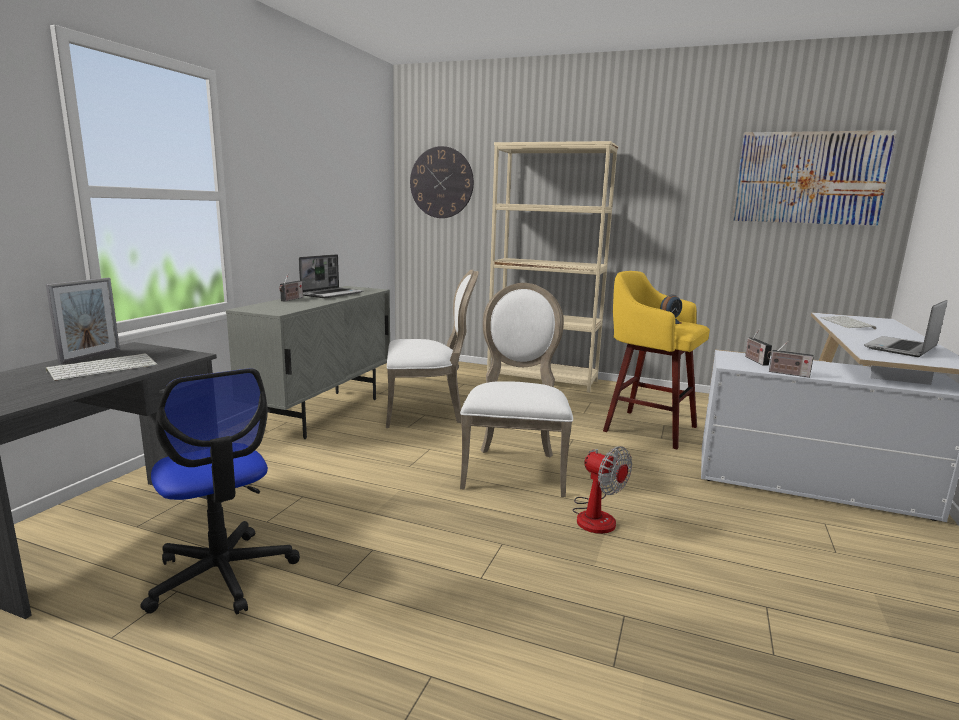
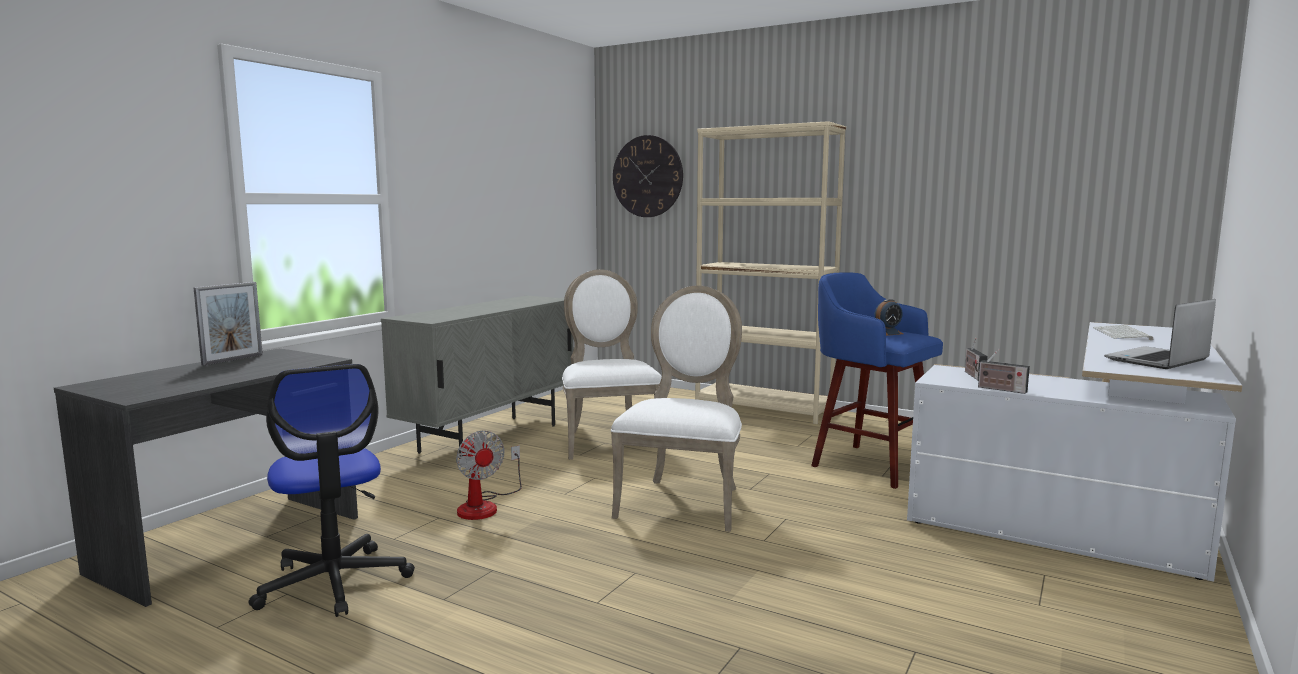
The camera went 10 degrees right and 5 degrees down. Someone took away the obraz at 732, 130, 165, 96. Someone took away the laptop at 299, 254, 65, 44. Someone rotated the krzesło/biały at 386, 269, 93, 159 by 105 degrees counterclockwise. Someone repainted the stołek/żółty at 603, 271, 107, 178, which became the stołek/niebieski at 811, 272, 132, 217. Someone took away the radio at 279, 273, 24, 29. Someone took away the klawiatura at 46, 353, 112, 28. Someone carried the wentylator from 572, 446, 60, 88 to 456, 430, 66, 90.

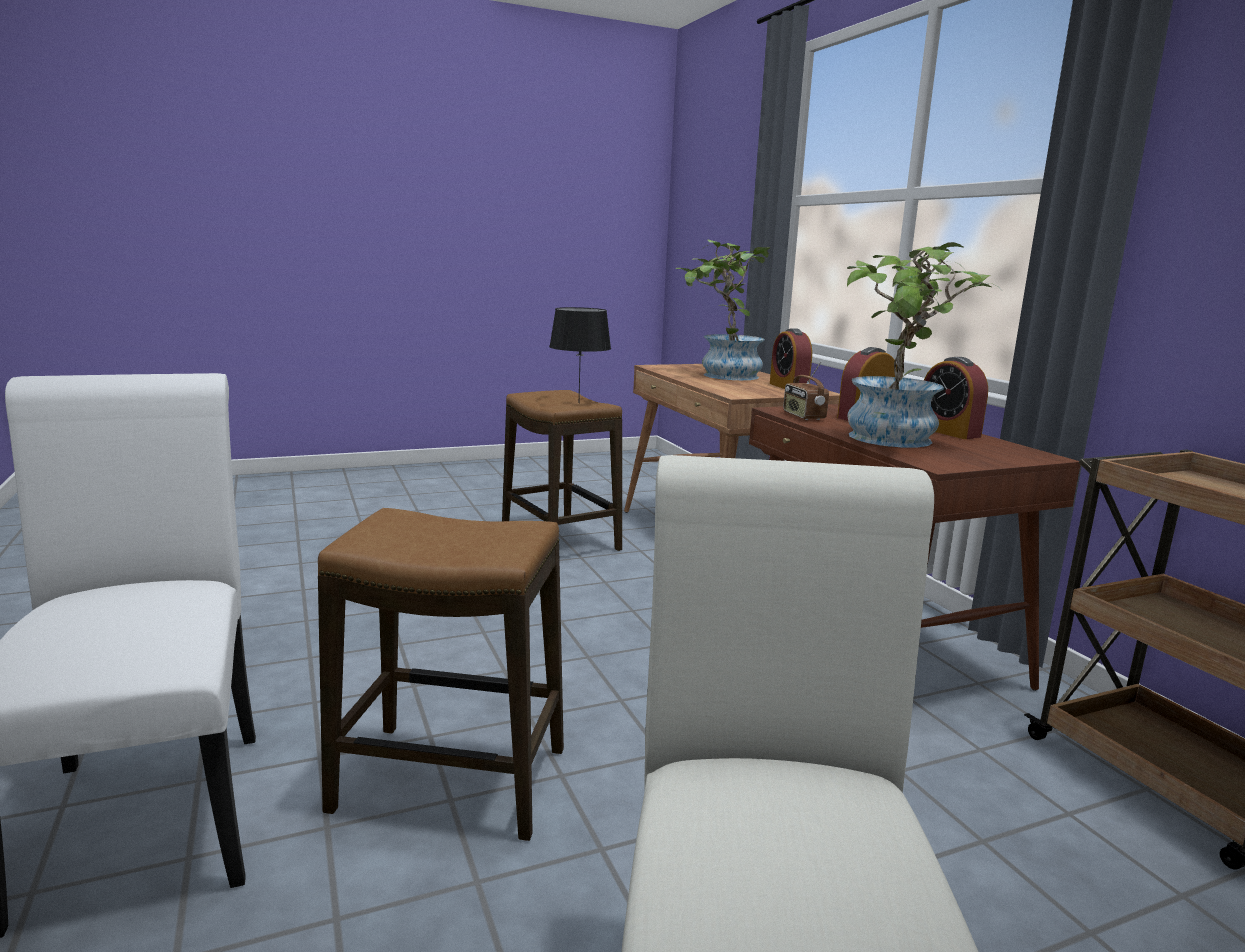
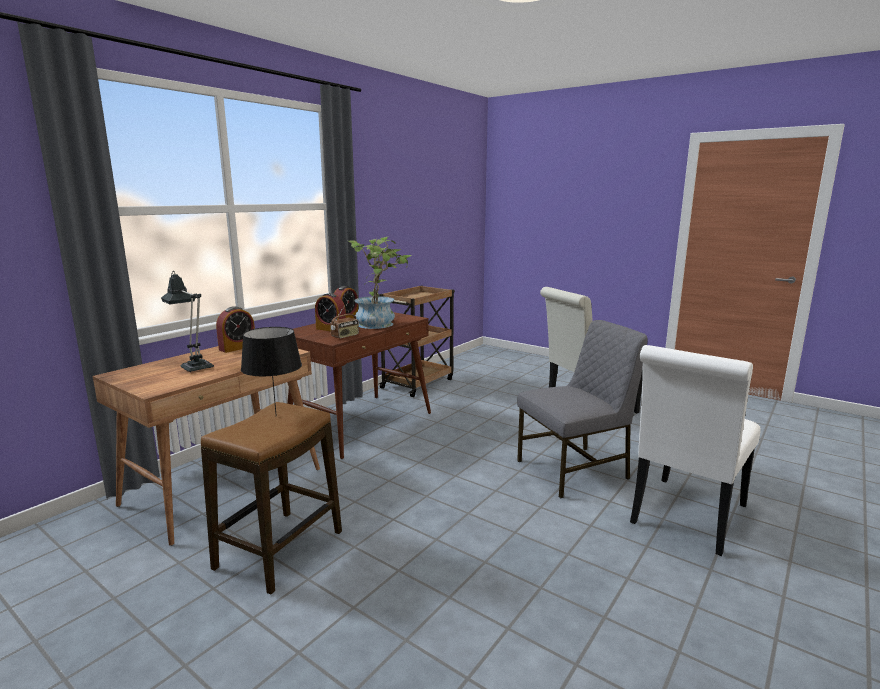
The camera went 120 degrees left and 0 degrees up. Someone swapped the roślina doniczkowa at 676, 240, 95, 140 for the lampa stołowa at 161, 271, 53, 101. Someone swapped the stołek at 318, 508, 246, 333 for the krzesło/szary at 517, 320, 131, 179.

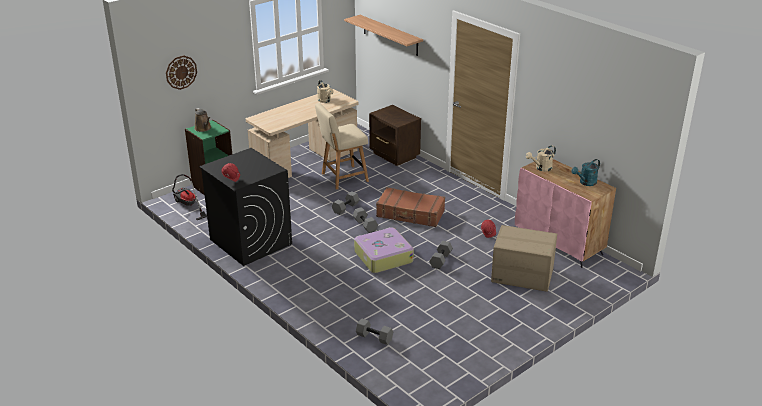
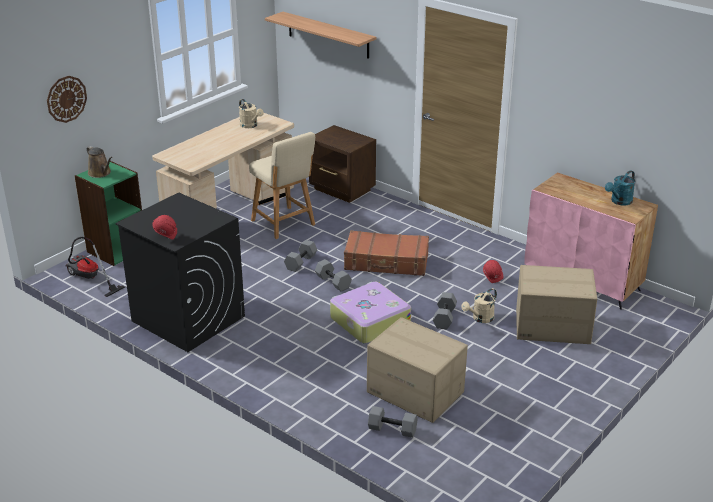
The camera went 10 degrees left and 0 degrees up. Someone rotated the krzesło/beżowy at 315, 103, 54, 87 by 90 degrees counterclockwise. Someone carried the konewka/beżowy from 526, 145, 30, 26 to 461, 288, 36, 35. Someone put down the karton at 367, 317, 101, 106.

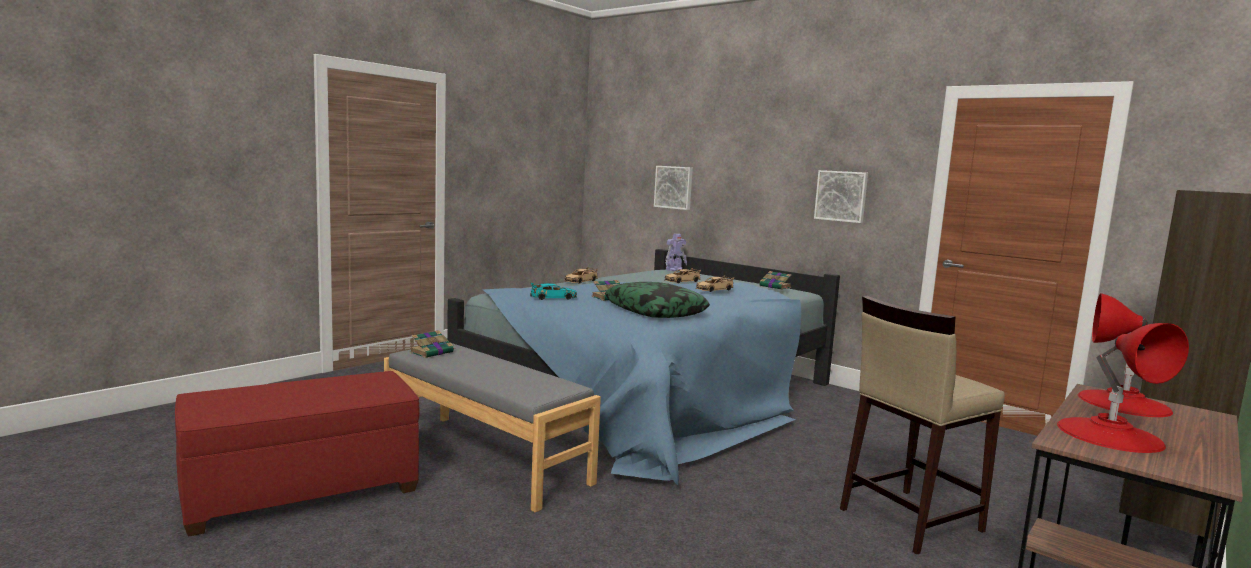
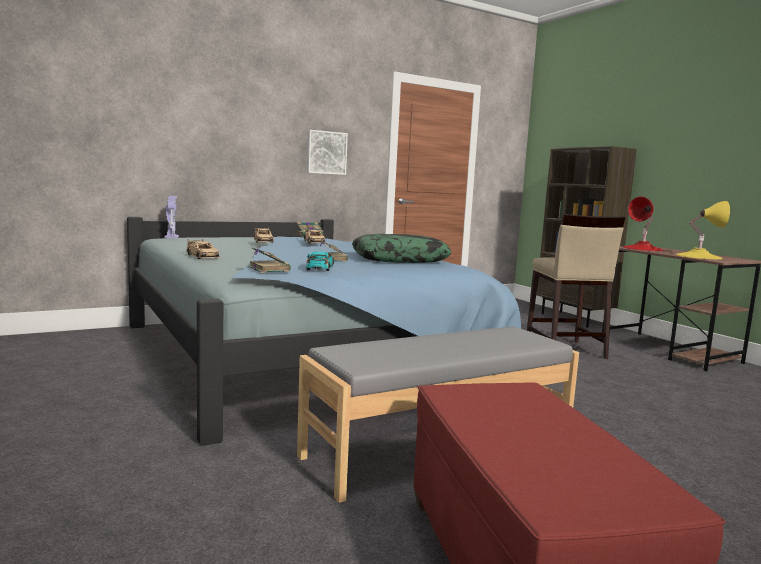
The camera went 70 degrees left and 0 degrees up. Someone took away the obraz at 654, 166, 39, 44. Someone repainted the lampa stołowa/czerwony at 1057, 323, 132, 130, which became the lampa stołowa/żółty at 676, 201, 54, 58. Someone carried the książka from 409, 330, 47, 28 to 248, 247, 43, 26.

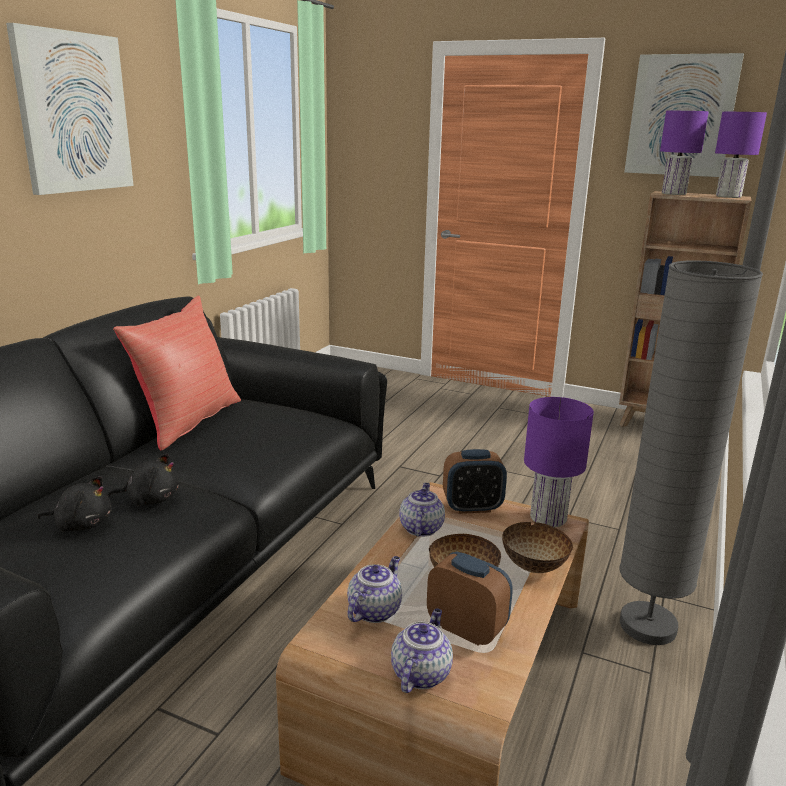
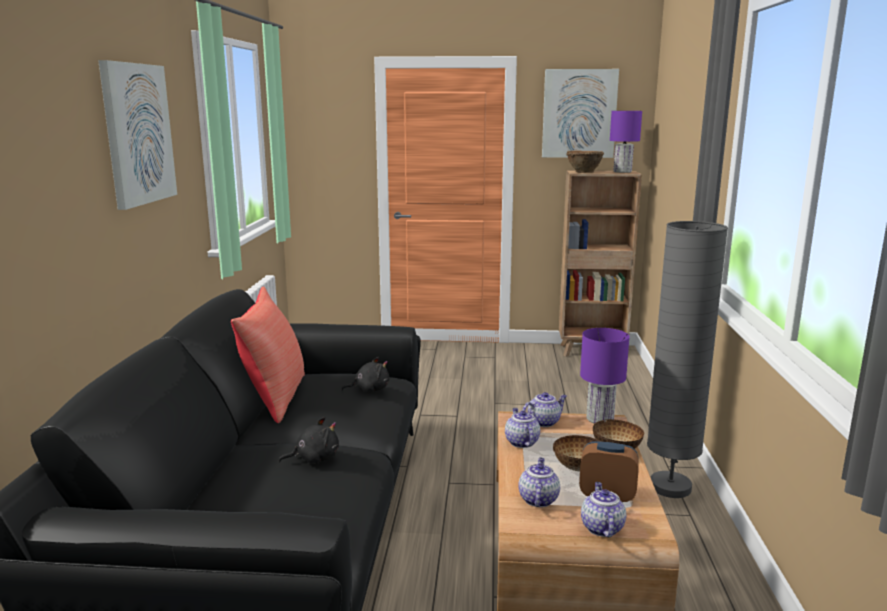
The camera went 20 degrees left and 5 degrees down. Someone swapped the lampa stołowa/fioletowy at 660, 111, 49, 84 for the miska/brązowy at 566, 150, 38, 23. Someone swapped the budzik at 443, 449, 64, 65 for the imbryk at 522, 392, 45, 35. Someone carried the pluszak/czarny from 37, 476, 75, 56 to 341, 357, 48, 35.

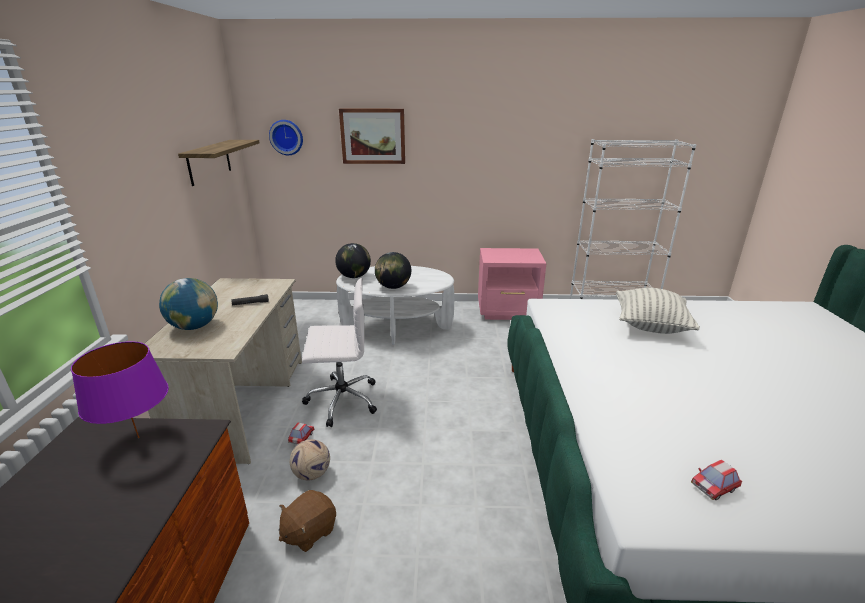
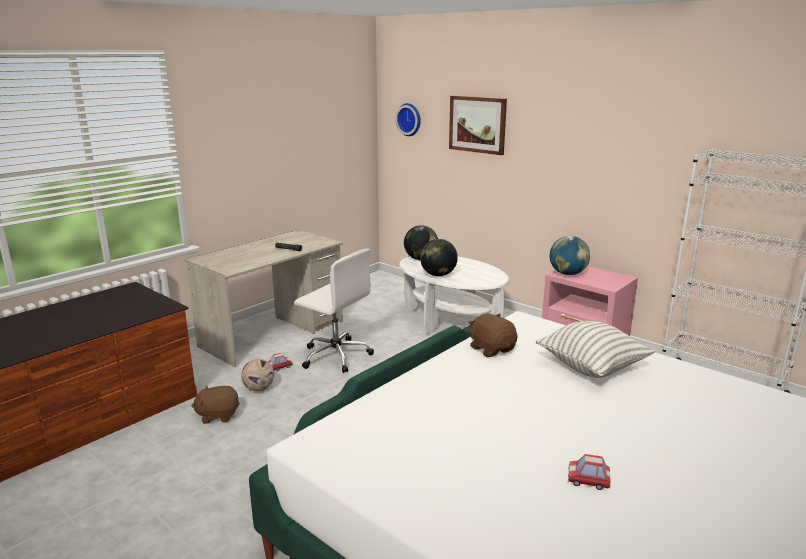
The camera went 40 degrees right and 5 degrees down. Someone took away the półka at 178, 140, 81, 46. Someone carried the globus from 159, 278, 59, 52 to 550, 236, 40, 39. Someone took away the lampa stołowa/fioletowy at 71, 341, 98, 97. Someone carried the samochodzik from 691, 460, 51, 40 to 568, 454, 43, 36. Someone put down the pluszak/brązowy at 468, 313, 50, 44.

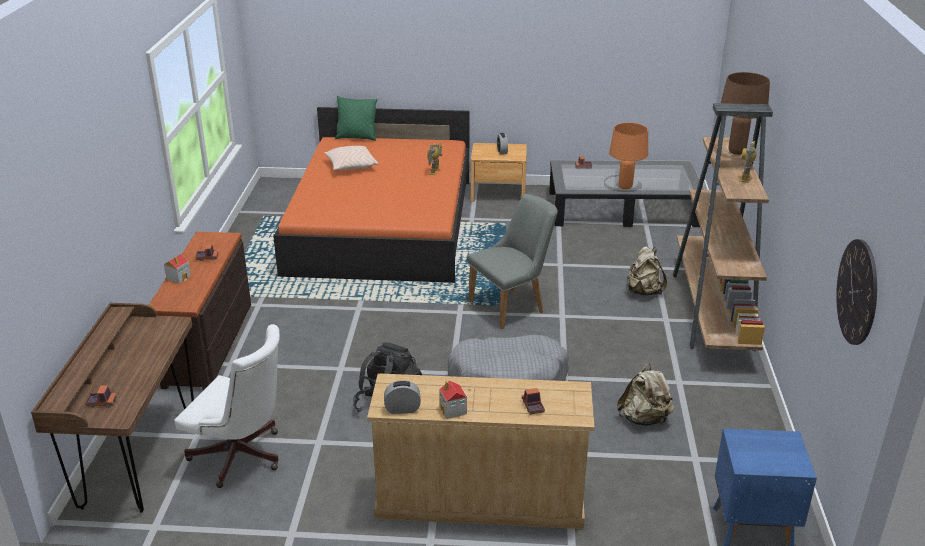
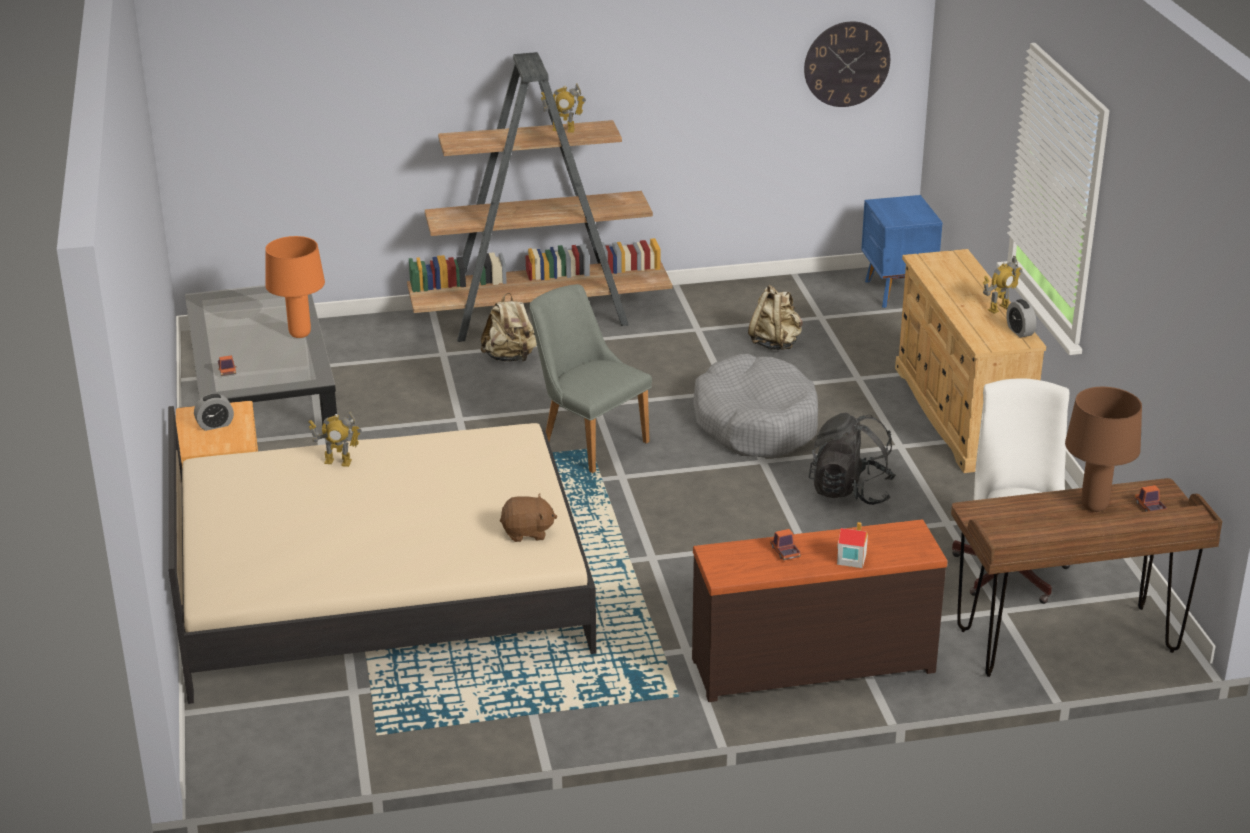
The camera went 105 degrees left and 0 degrees up. Someone carried the lampa stołowa/brązowy from 721, 72, 49, 83 to 1065, 387, 77, 125. Someone took away the poduszka/zielony at 335, 96, 43, 45. Someone repainted the łóżko/pomarańczowy at 273, 107, 197, 176, which became the łóżko/beżowy at 168, 406, 428, 298. Someone took away the poduszka/beżowy at 324, 146, 54, 24. Someone swapped the domek at 439, 380, 28, 39 for the robot zabawkowy at 983, 255, 39, 59. Someone took away the ciężarówka zabawkowa at 522, 388, 23, 27. Someone put down the pluszak/brązowy at 500, 493, 58, 49.

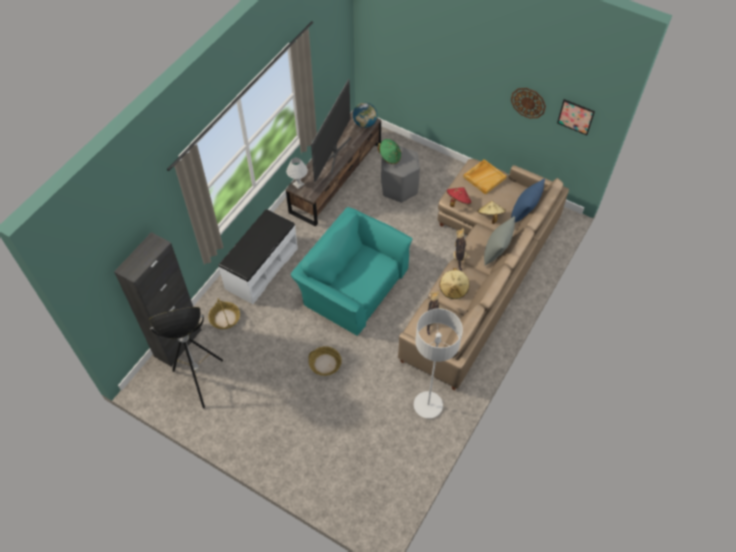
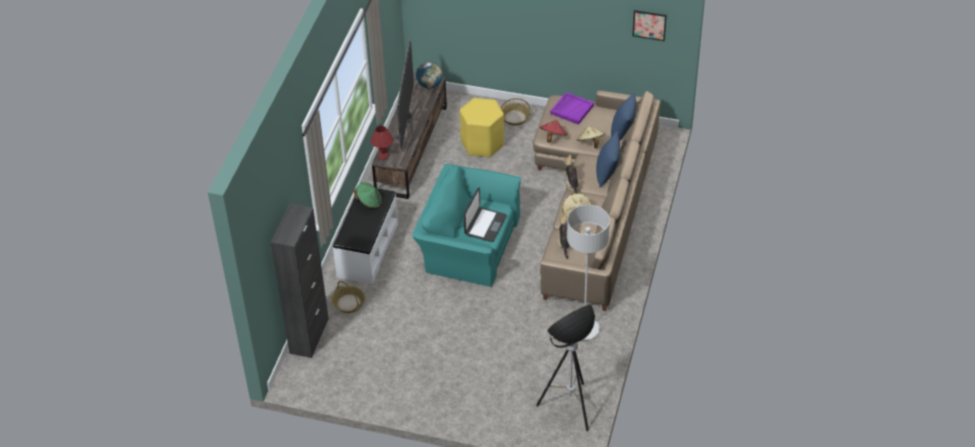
The camera went 15 degrees left and 10 degrees down. Someone took away the zegar ścienny at 511, 88, 35, 30. Someone carried the kapelusz/zielony from 378, 139, 23, 25 to 354, 182, 28, 26. Someone repainted the stołek/szary at 381, 146, 39, 57, which became the stołek/żółty at 460, 98, 44, 60. Someone repainted the lampa stołowa/biały at 286, 158, 22, 31, which became the lampa stołowa/czerwony at 371, 126, 22, 34. Someone repainted the taca/beżowy at 463, 159, 43, 36, which became the taca/fioletowy at 550, 92, 44, 33. Someone repainted the poduszka/szary at 484, 216, 31, 50, which became the poduszka/niebieski at 596, 132, 24, 56. Someone carried the lampa stojąca from 150, 307, 73, 102 to 536, 305, 59, 126. Someone carried the koszyk from 308, 346, 34, 30 to 501, 98, 30, 28. Someone put down the laptop at 464, 187, 43, 55.

